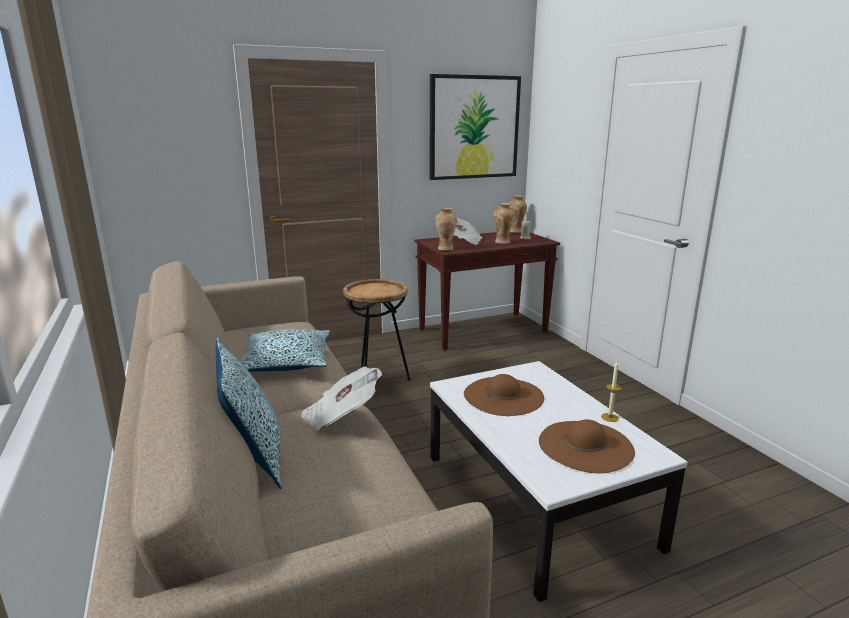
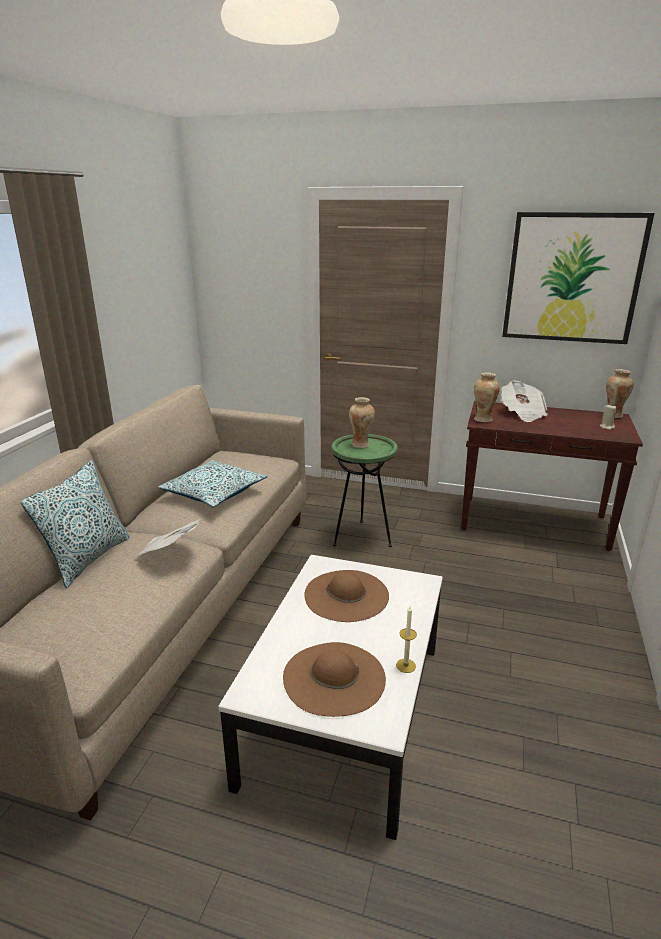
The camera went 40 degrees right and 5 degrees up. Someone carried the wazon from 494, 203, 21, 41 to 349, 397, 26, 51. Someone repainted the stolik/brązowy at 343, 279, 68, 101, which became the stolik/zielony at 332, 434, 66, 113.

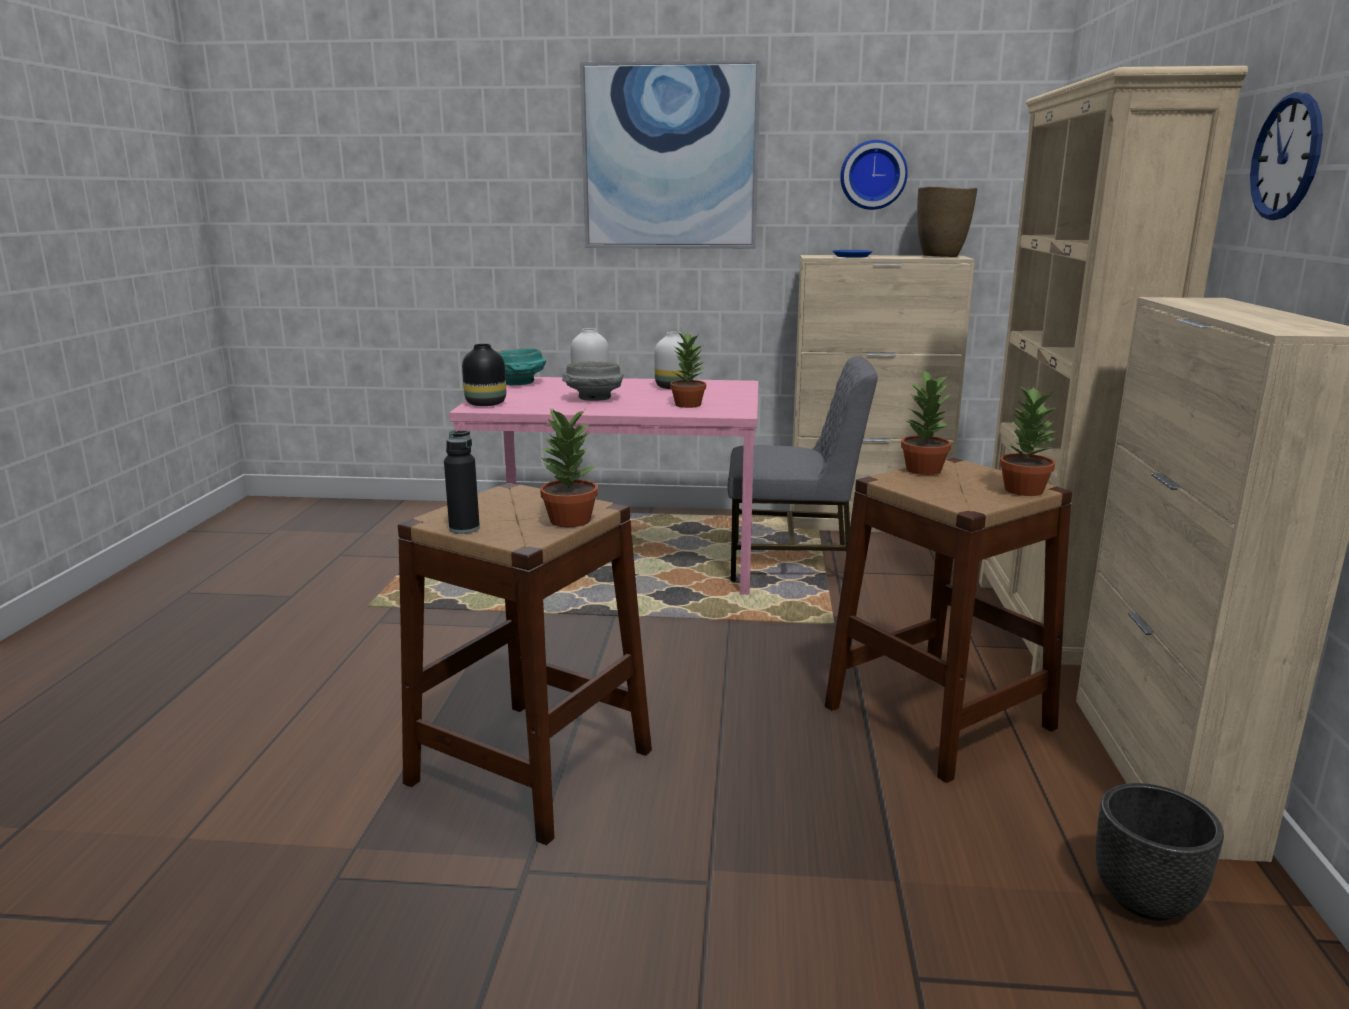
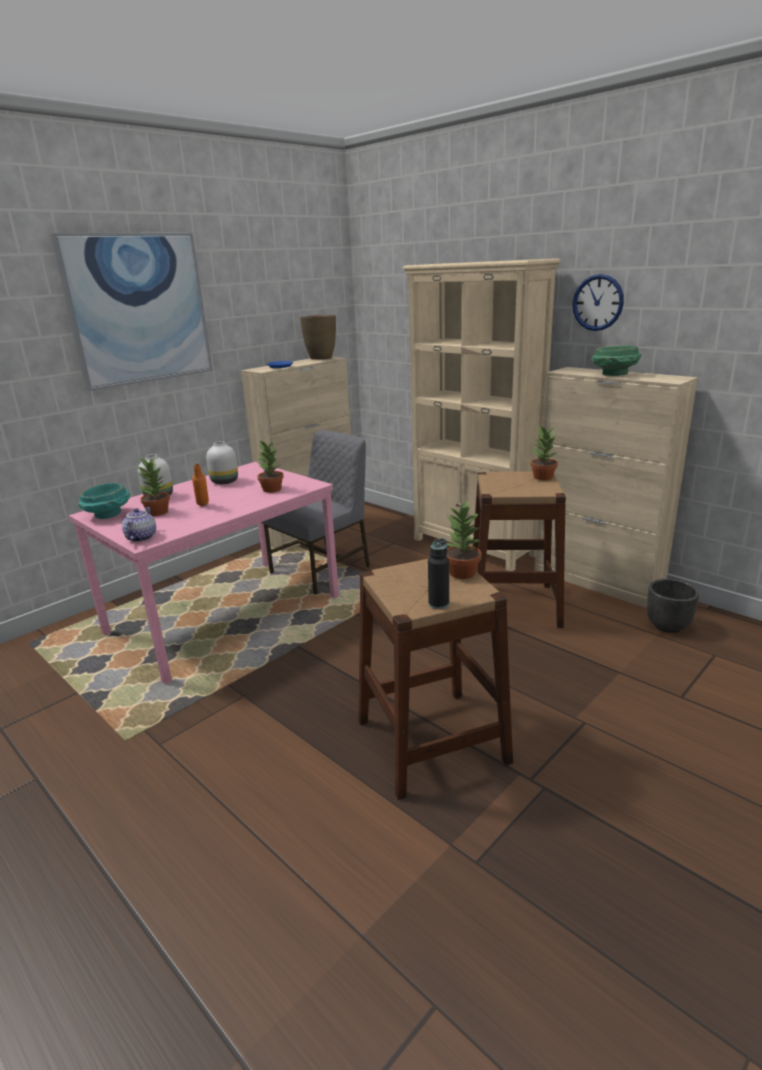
The camera went 50 degrees left and 5 degrees up. Someone took away the zegar ścienny at 840, 140, 68, 70. Someone swapped the wazon/czarny at 462, 344, 44, 62 for the imbryk at 122, 507, 34, 35. Someone swapped the miska/szary at 562, 362, 62, 39 for the butelka/pomarańczowy at 192, 464, 17, 42. Someone carried the roślina doniczkowa from 901, 369, 51, 106 to 136, 457, 34, 59. Someone put down the miska/zielony at 591, 345, 51, 31.

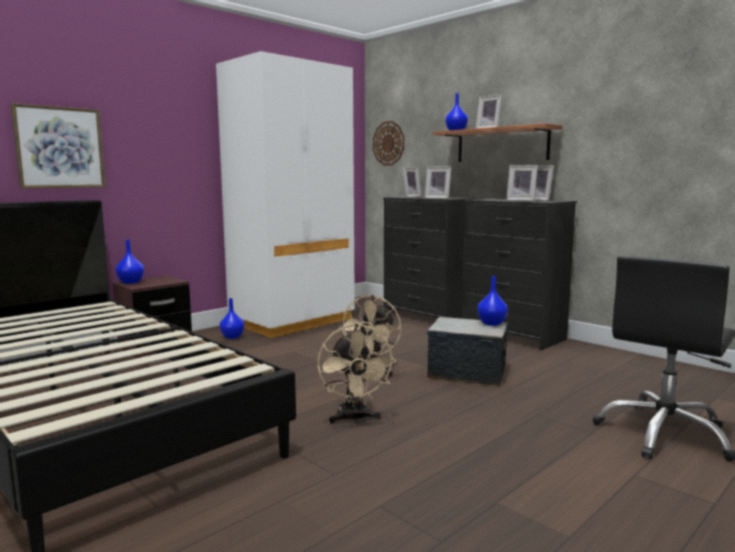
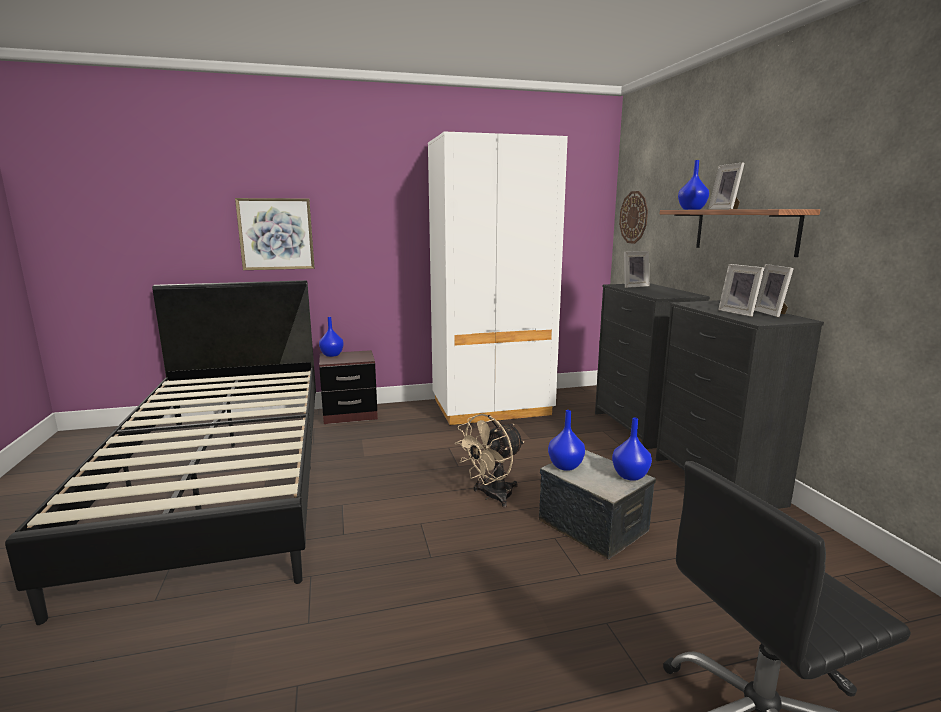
The camera went 30 degrees right and 5 degrees up. Someone took away the ramka na zdjęcie at 425, 166, 26, 33. Someone carried the wazon/niebieski from 220, 298, 24, 41 to 548, 410, 37, 61. Someone took away the wentylator/beżowy at 317, 324, 79, 100.

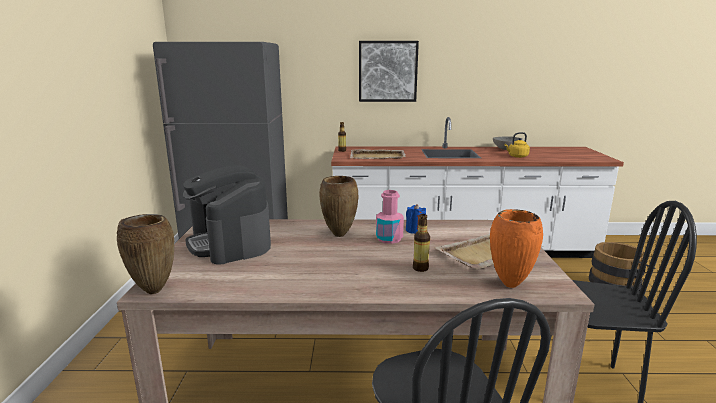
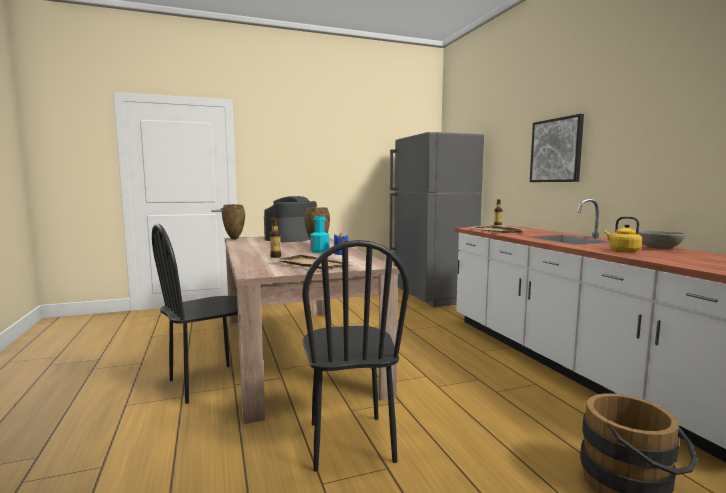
The camera went 70 degrees right and 10 degrees down. Someone repainted the butelka/różowy at 376, 190, 28, 54, which became the butelka/turkusowy at 310, 216, 19, 37. Someone took away the wazon/pomarańczowy at 490, 209, 53, 79.

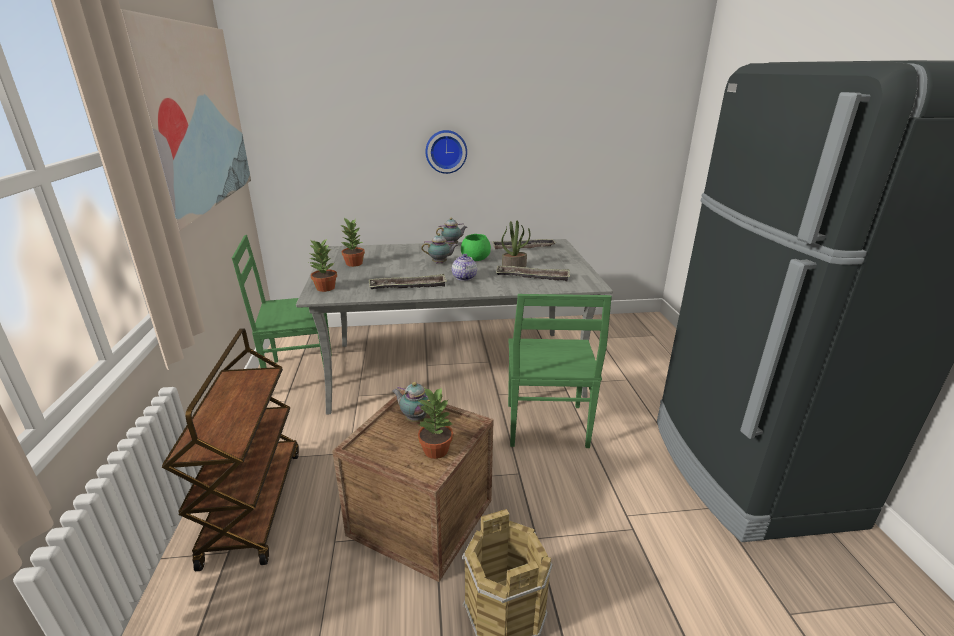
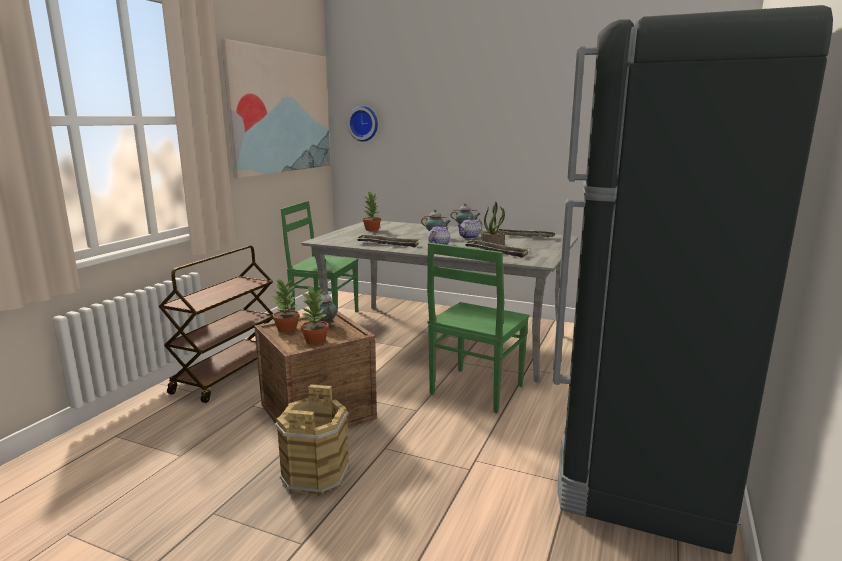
The camera went 30 degrees right and 10 degrees down. Someone carried the zegar ścienny from 426, 130, 41, 44 to 347, 106, 31, 36. Someone swapped the miska/zielony at 461, 234, 30, 27 for the imbryk at 457, 217, 25, 22. Someone carried the roślina doniczkowa from 309, 238, 28, 54 to 273, 279, 26, 53.

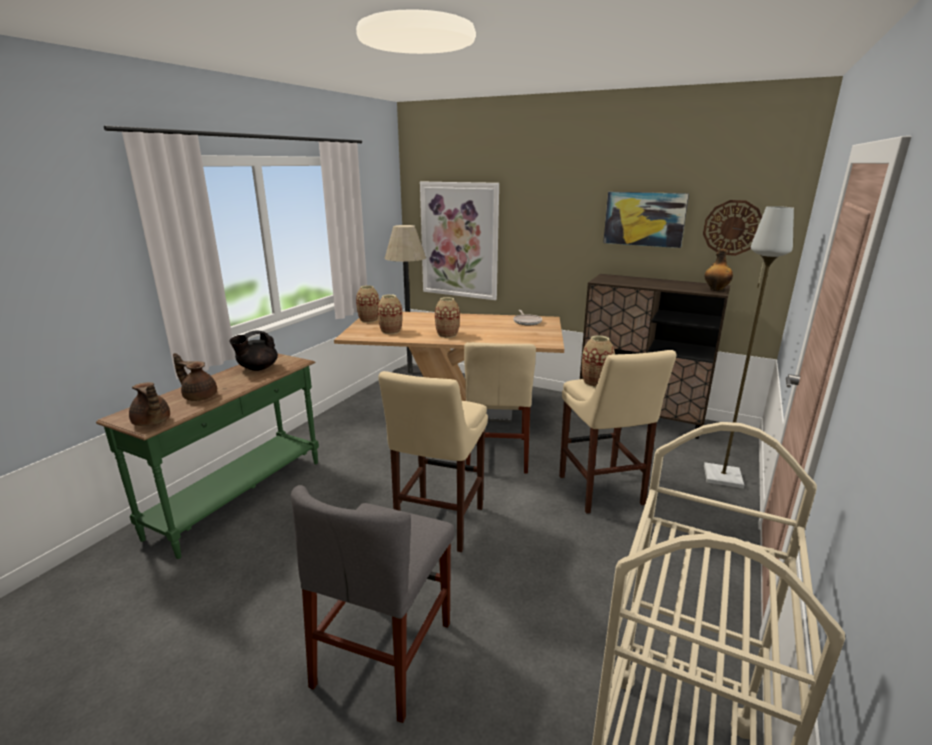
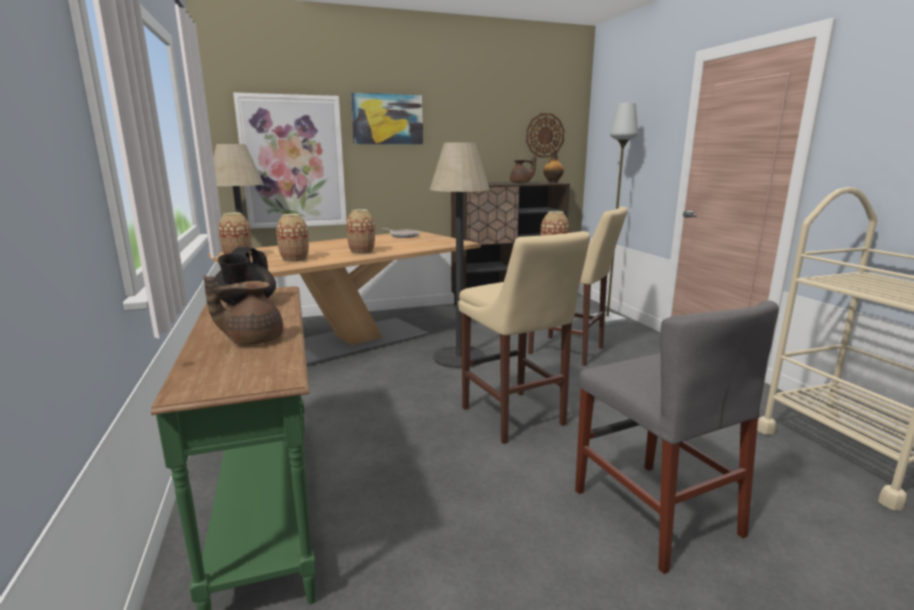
The camera went 45 degrees left and 5 degrees down. Someone carried the obraz from 603, 192, 86, 56 to 351, 93, 72, 51. Someone swapped the krzesło/beżowy at 464, 342, 72, 131 for the lampa stojąca at 430, 142, 60, 227. Someone carried the imbryk/brązowy from 129, 382, 41, 44 to 510, 155, 27, 28.

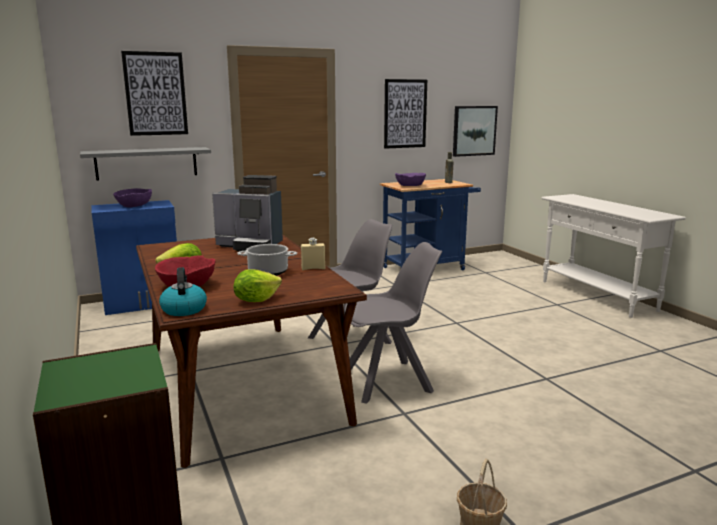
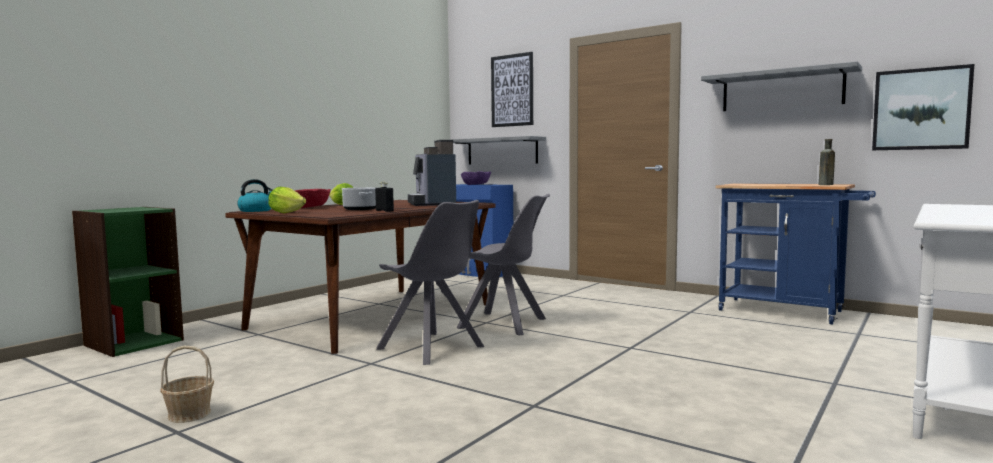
The camera went 60 degrees right and 10 degrees down. Someone swapped the obraz at 384, 79, 43, 70 for the półka/szary at 701, 61, 161, 50. Someone took away the miska/fioletowy at 395, 173, 31, 13. Someone repainted the butelka/beżowy at 301, 238, 24, 32, which became the butelka/czarny at 375, 182, 19, 30.

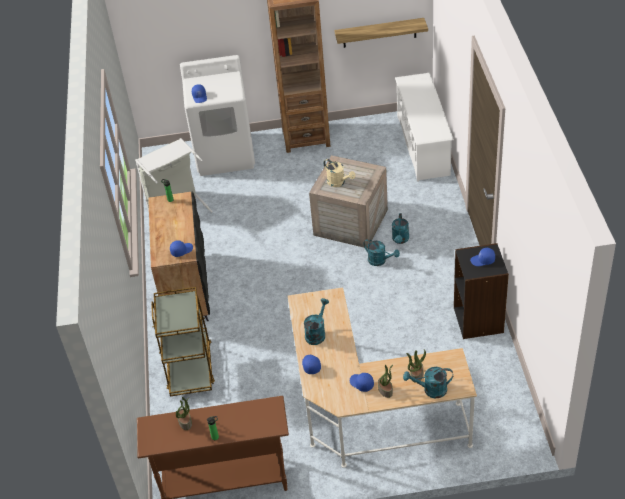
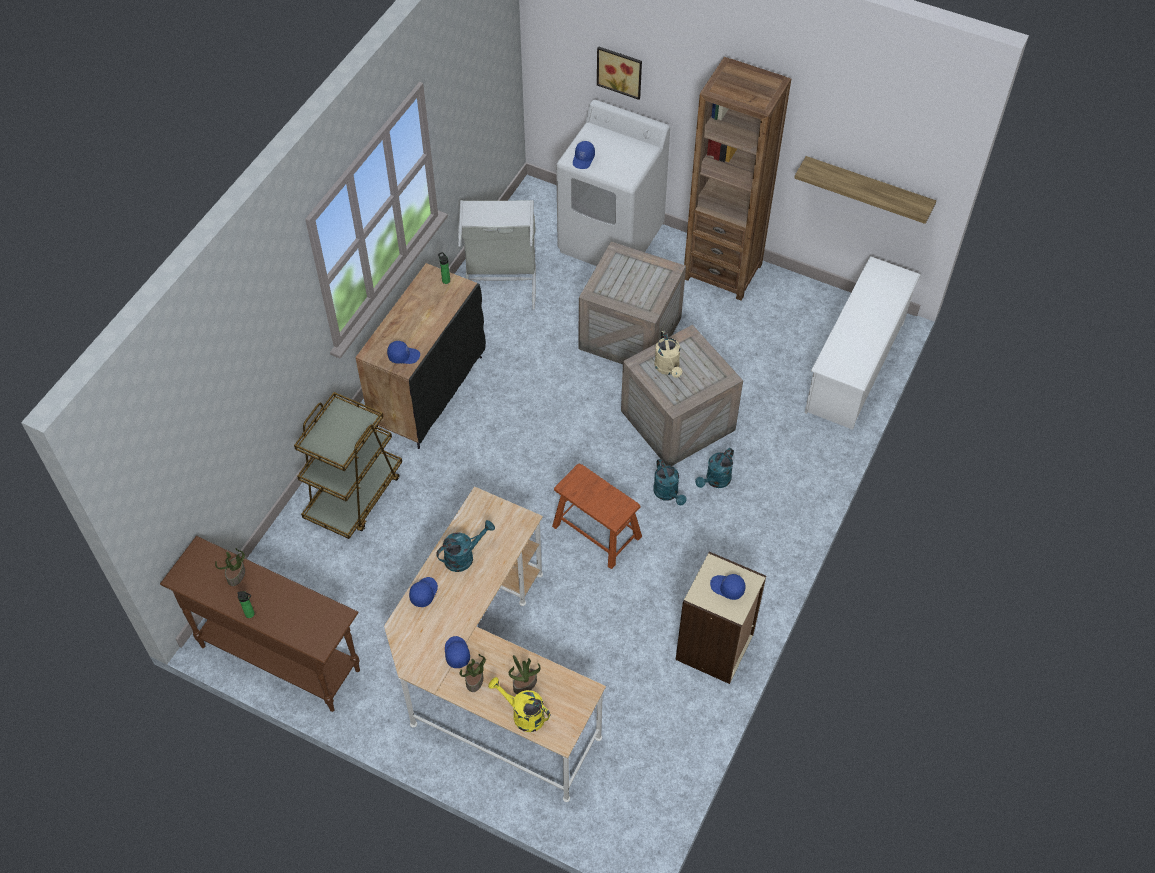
The camera went 30 degrees right and 10 degrees up. Someone repainted the regał/czarny at 454, 243, 55, 96, which became the regał/beżowy at 676, 552, 90, 132. Someone repainted the konewka/turkusowy at 403, 367, 50, 31, which became the konewka/żółty at 488, 677, 62, 55. Someone put up the obraz at 597, 46, 45, 54. Someone put down the skrzynka at 579, 241, 107, 123. Someone put down the stołek/brązowy at 552, 464, 90, 105.

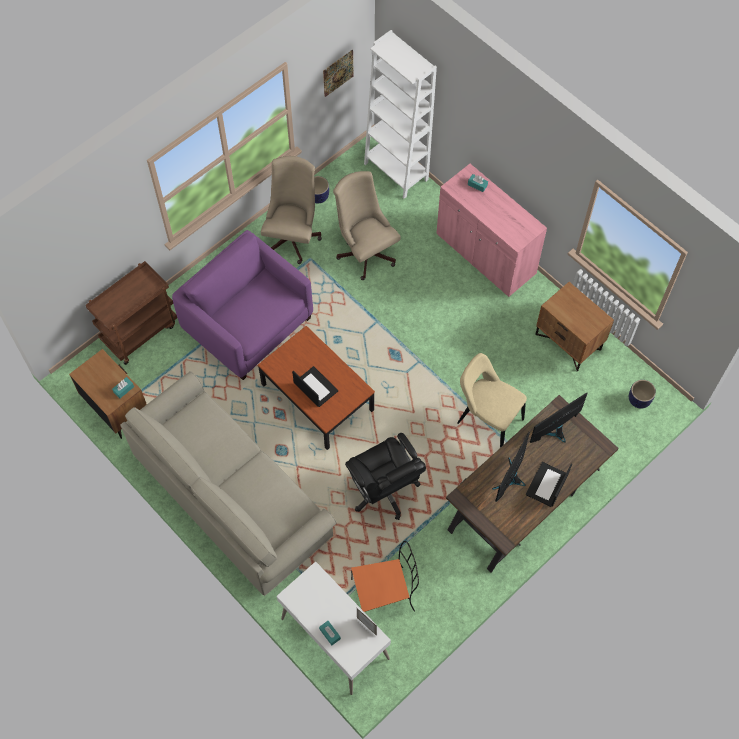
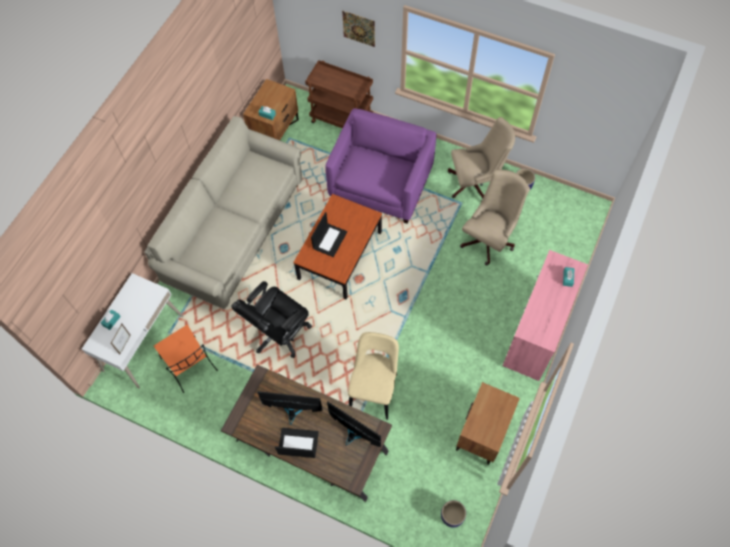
The camera went 70 degrees right and 0 degrees up. Someone took away the regał/biały at 364, 30, 73, 169. Someone carried the obraz from 323, 50, 31, 47 to 342, 11, 33, 36.

